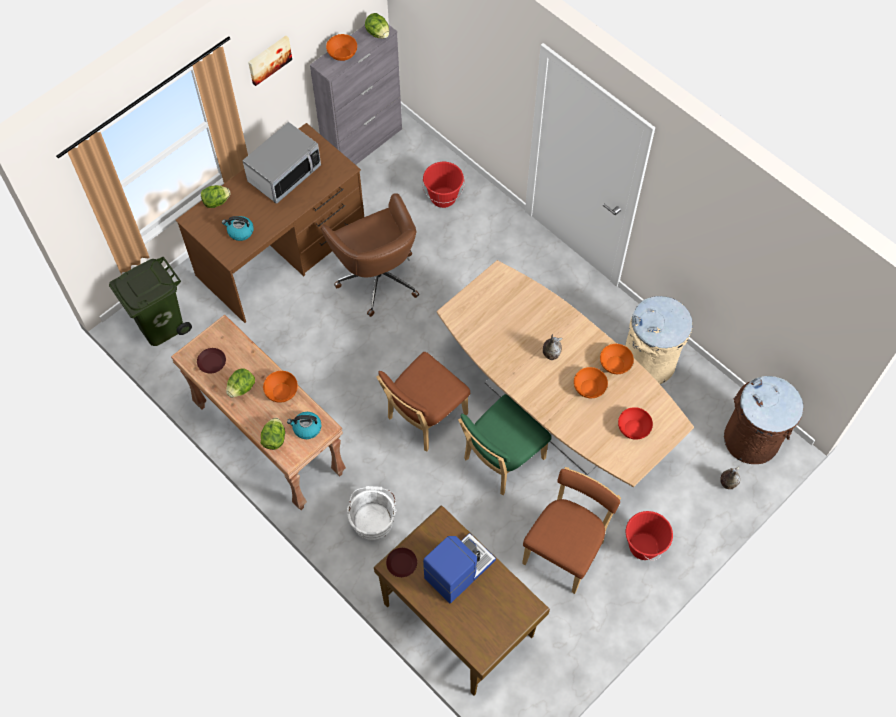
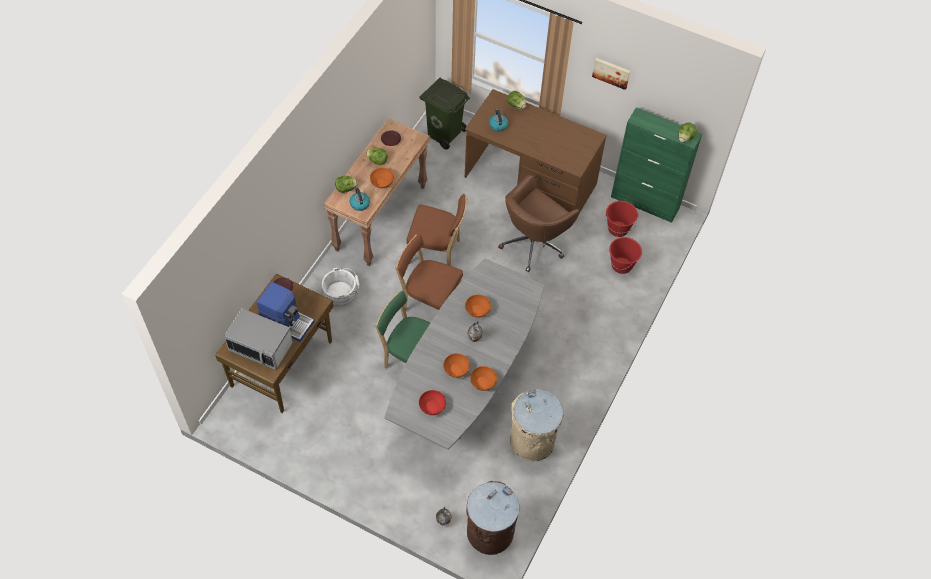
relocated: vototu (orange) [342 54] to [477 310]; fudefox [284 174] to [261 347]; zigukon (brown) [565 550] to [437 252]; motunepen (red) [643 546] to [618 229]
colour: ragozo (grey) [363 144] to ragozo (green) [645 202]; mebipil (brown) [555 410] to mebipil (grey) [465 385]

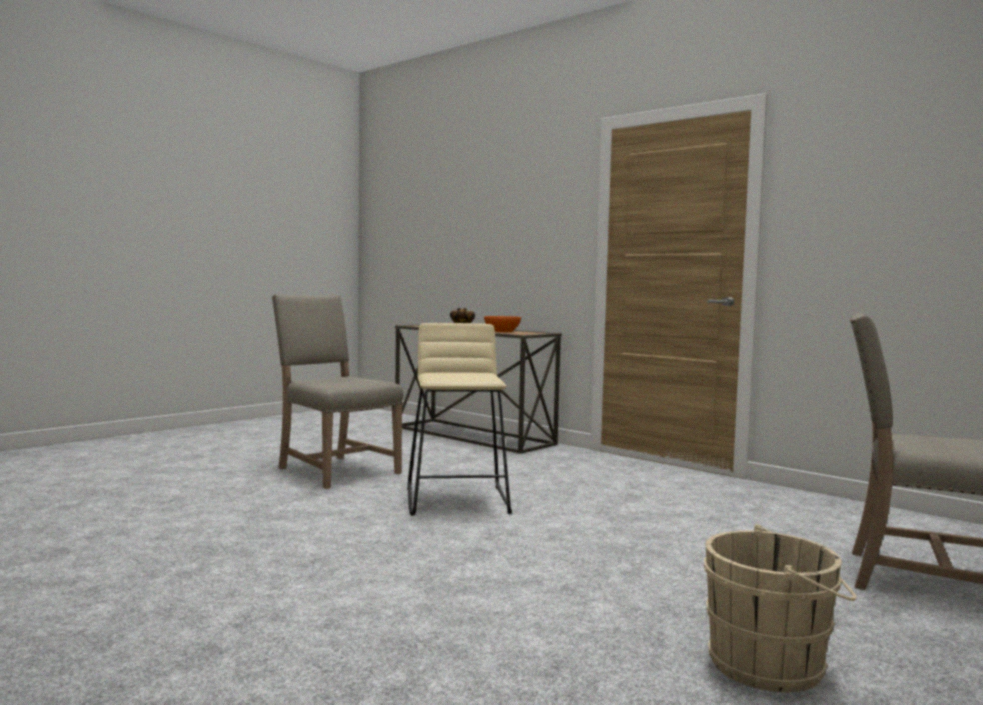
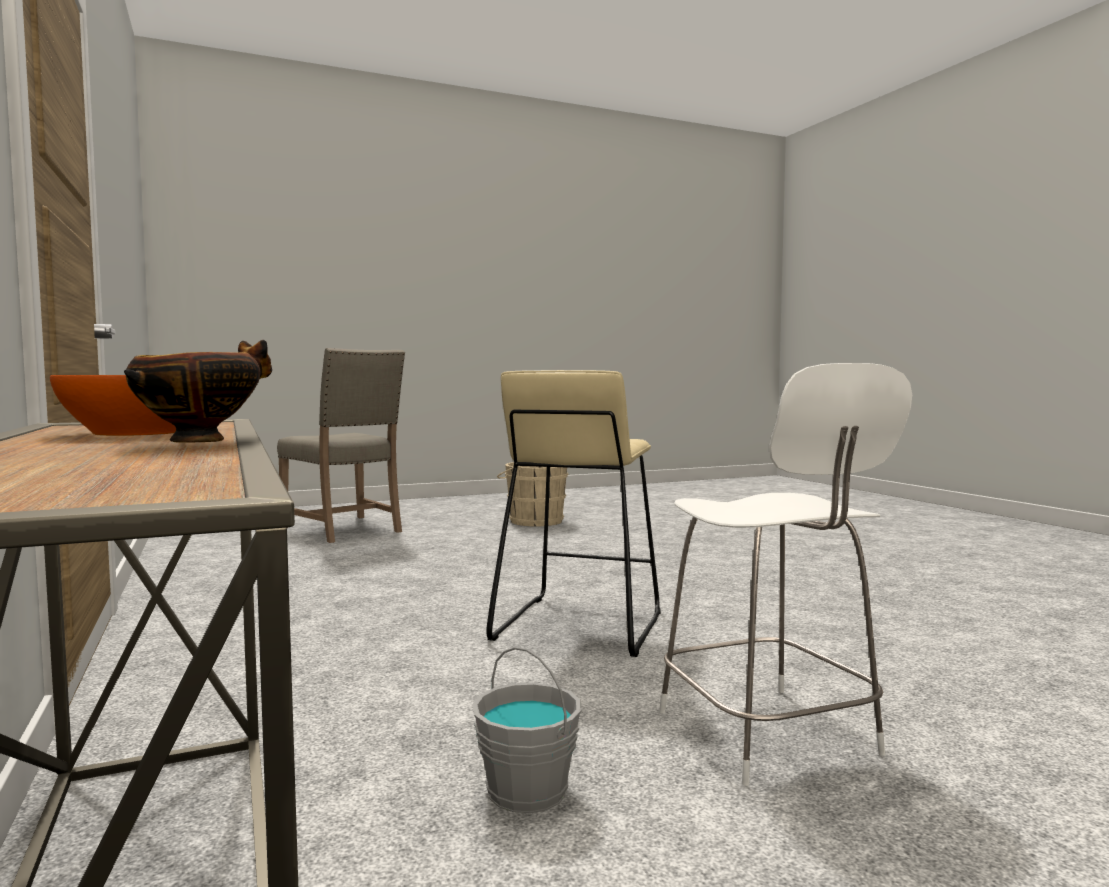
appeared: motunepen (grey) [526 791]
exchanged: zigukon (beige) [334 470] to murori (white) [770 736]

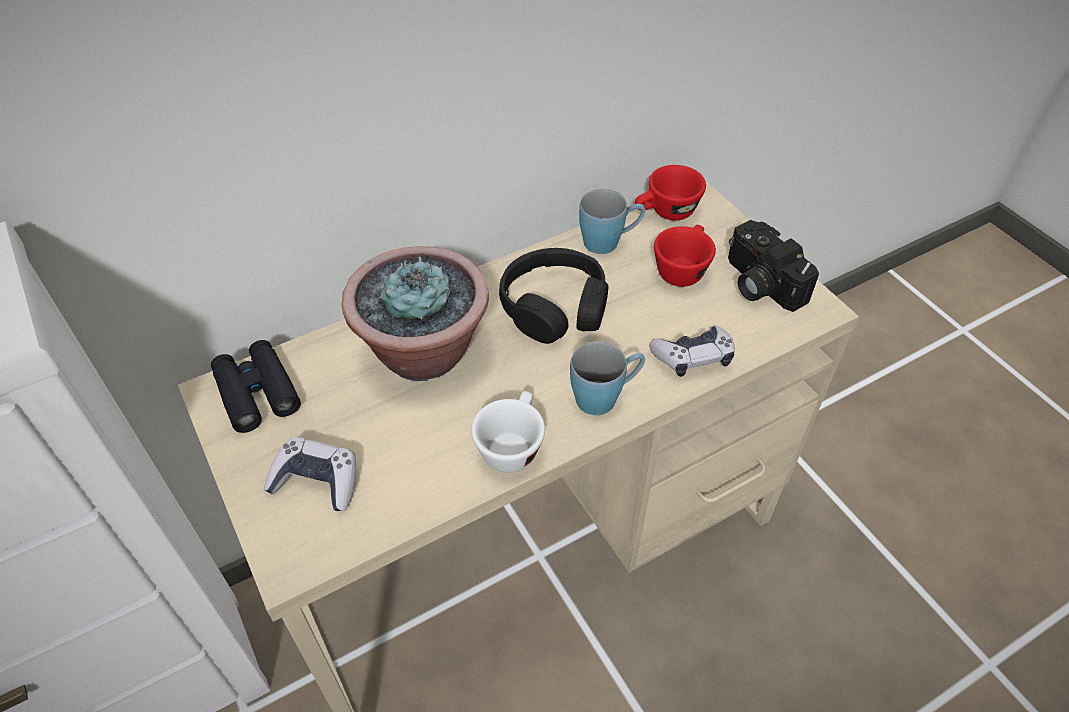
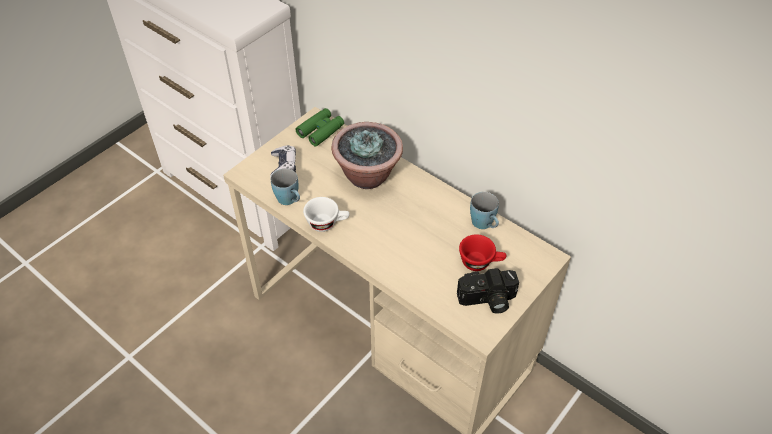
missing: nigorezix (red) [666 213]; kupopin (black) [554 307]; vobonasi [693 357]
relocated: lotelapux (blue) [605 396] to [290 200]
colour: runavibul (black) [257 392] to runavibul (green) [320 131]
spun: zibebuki [758 284] = [487 301] 135 degrees counterclockwise

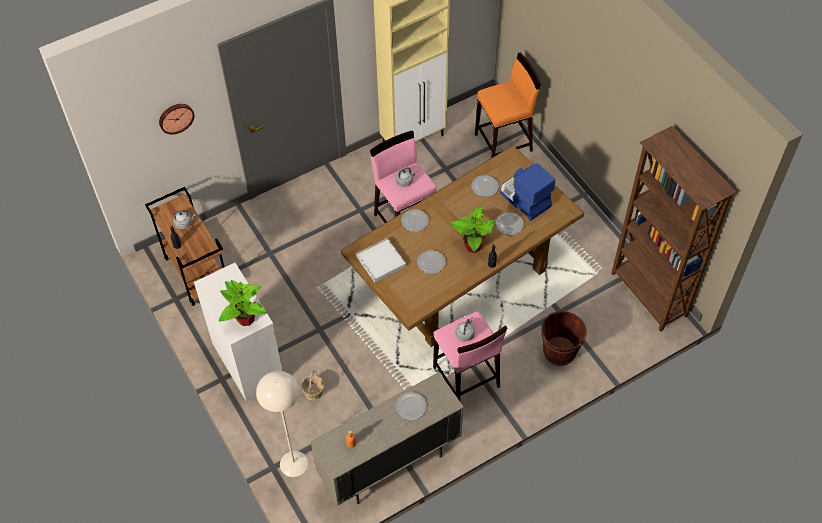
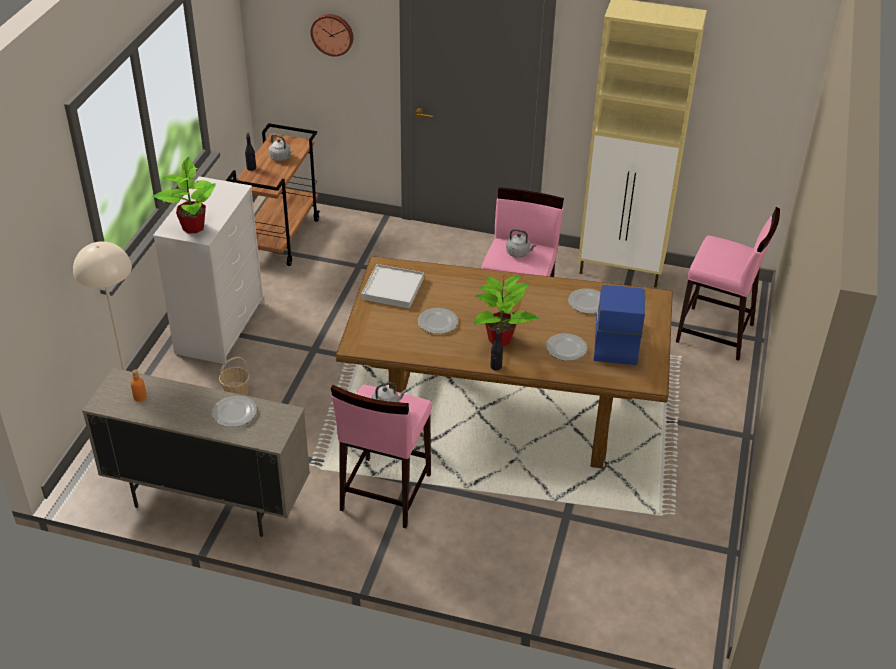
missing: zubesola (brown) [648 295]; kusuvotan [415 221]; motunepen (brown) [559 352]
colour: murori (orange) [504 143] to murori (pink) [715 334]

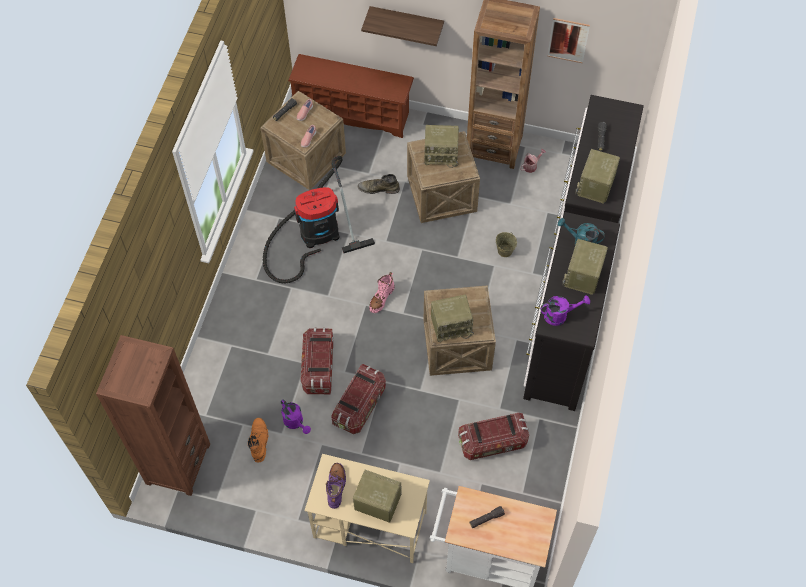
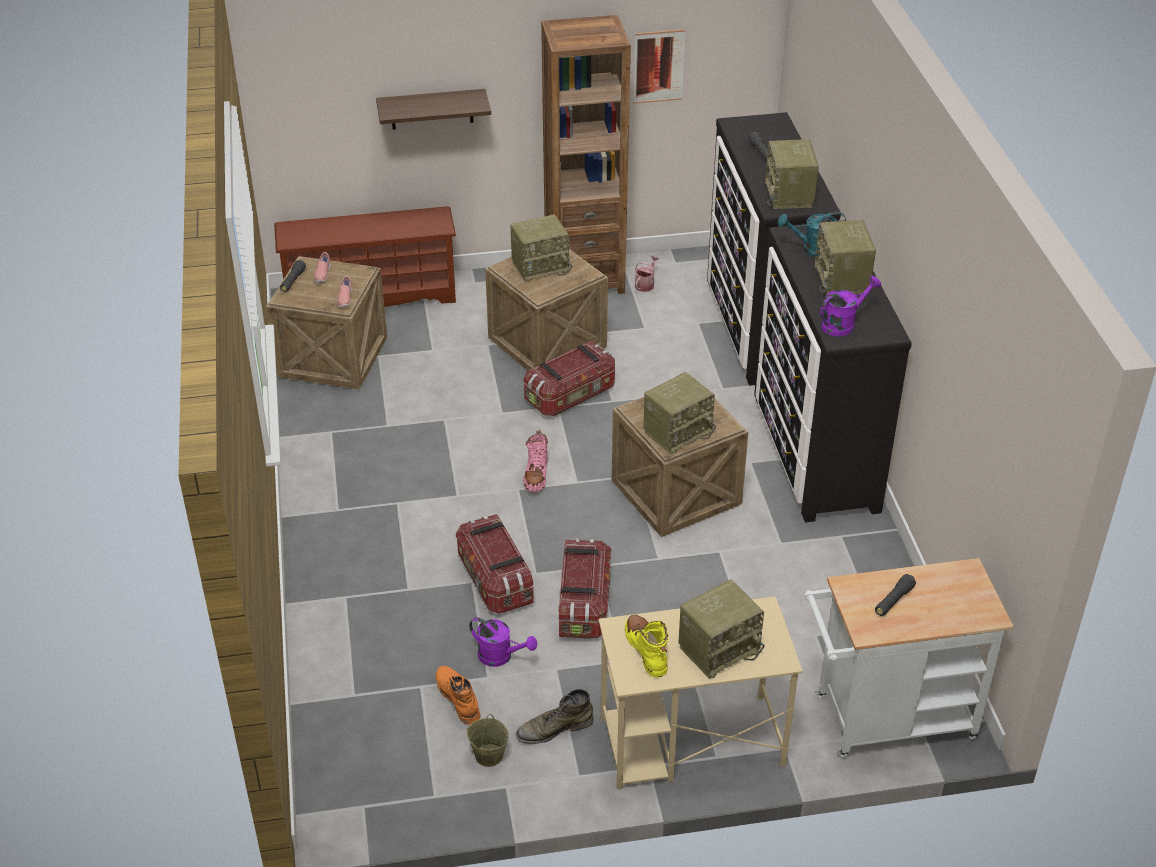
missing: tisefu [315 234]; zubesola (brown) [178 463]
relocated: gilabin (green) [378 188] to [554 728]; motunepen (beige) [504 250] to [488 755]; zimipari [493 442] to [571 396]
colour: gilabin (purple) [336 487] to gilabin (yellow) [646 650]
spun: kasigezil [376 503] = [719 648] 150 degrees clockwise

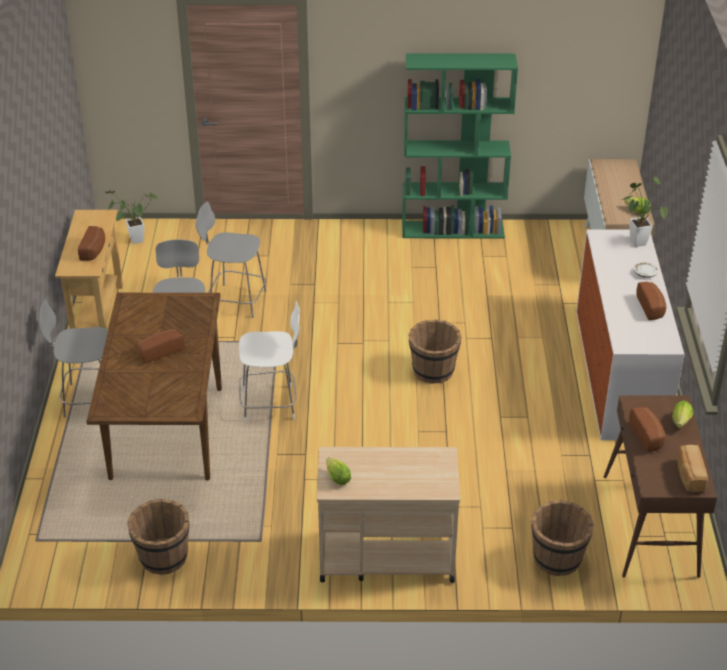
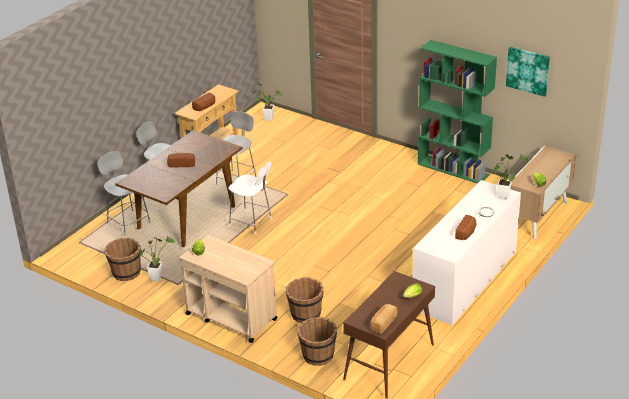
missing: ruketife [648 436]
appeared: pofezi [528 70]; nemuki [157 276]
relocated: zigukon (grey) [235 300] to [128 222]; motunepen (brown) [433 371] to [305 315]

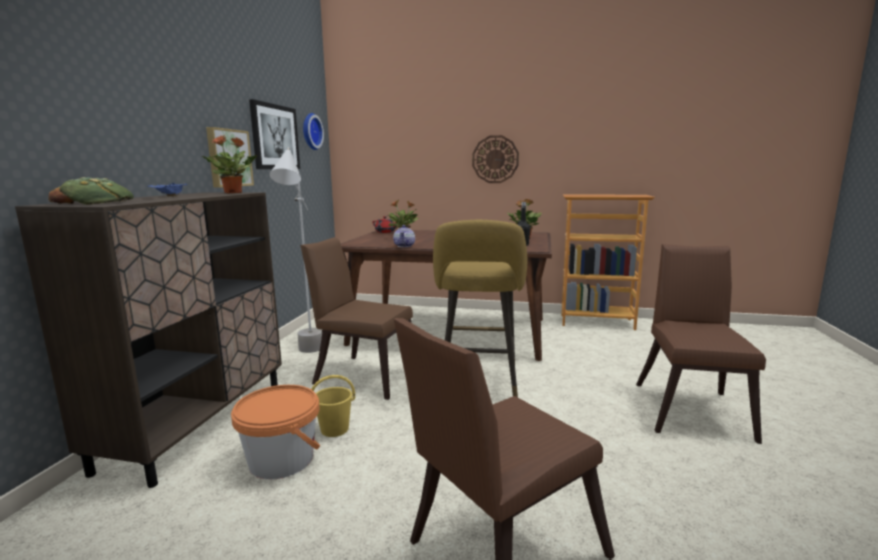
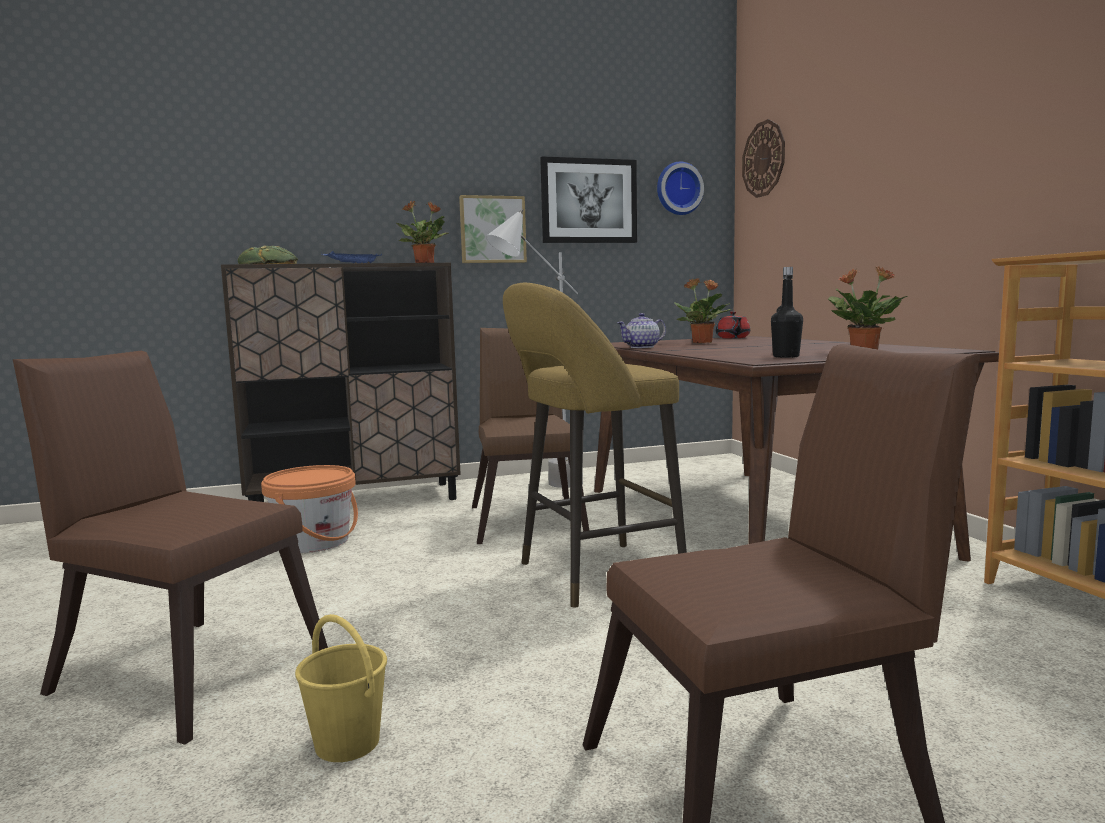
relocated: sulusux [495 159] to [764 159]; motunepen (yellow) [335 429] to [348 743]

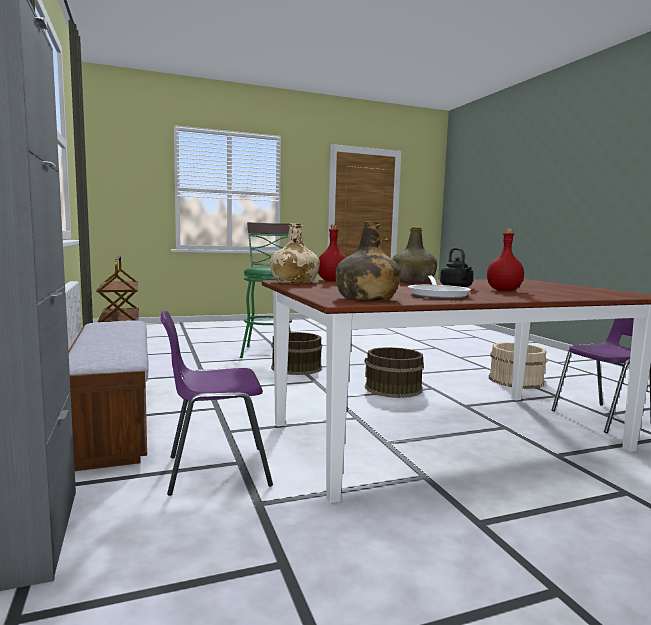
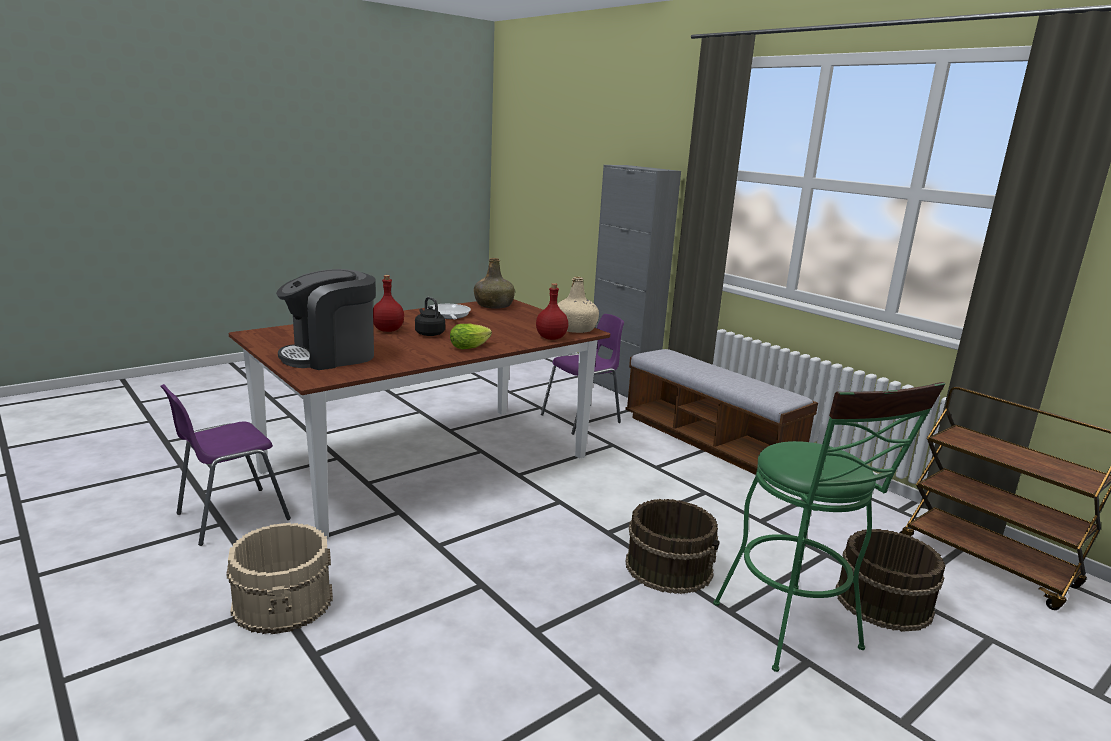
appeared: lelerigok [330 356]
relocated: motunepen (brown) [393 388] to [883 601]
exchanged: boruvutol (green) [413 281] to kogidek [472 346]

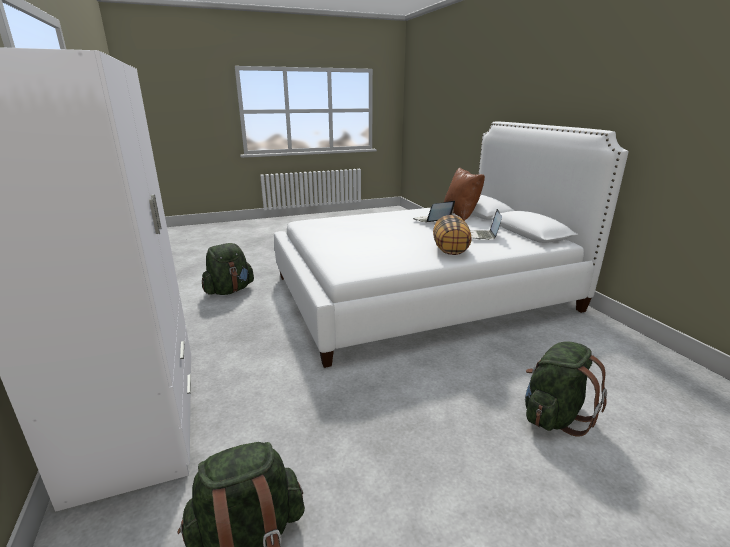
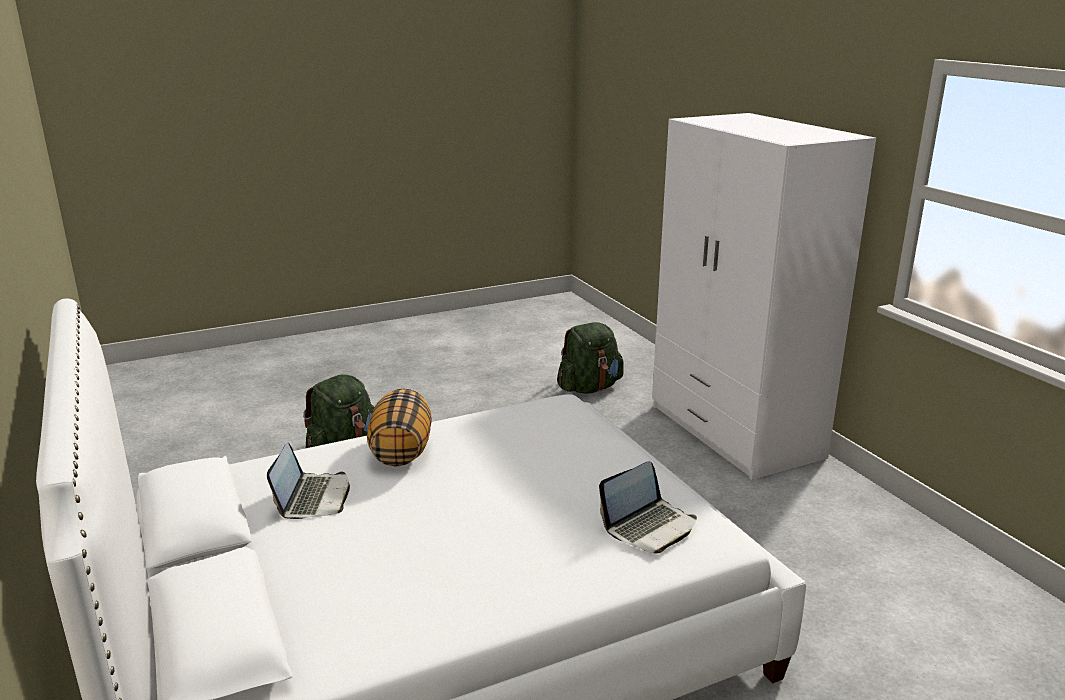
missing: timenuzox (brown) [461 214]; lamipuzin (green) [229 290]
relocated: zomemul [431 221] to [649 527]

